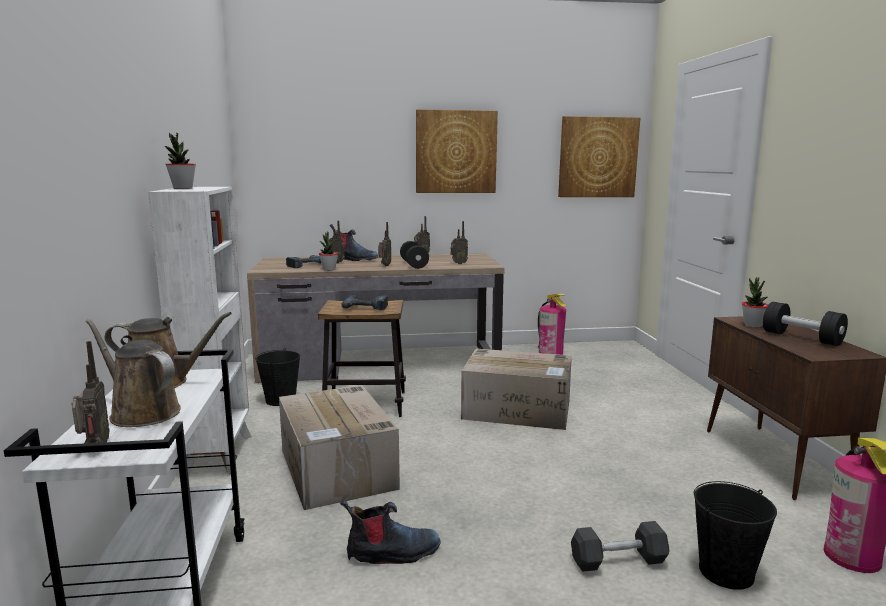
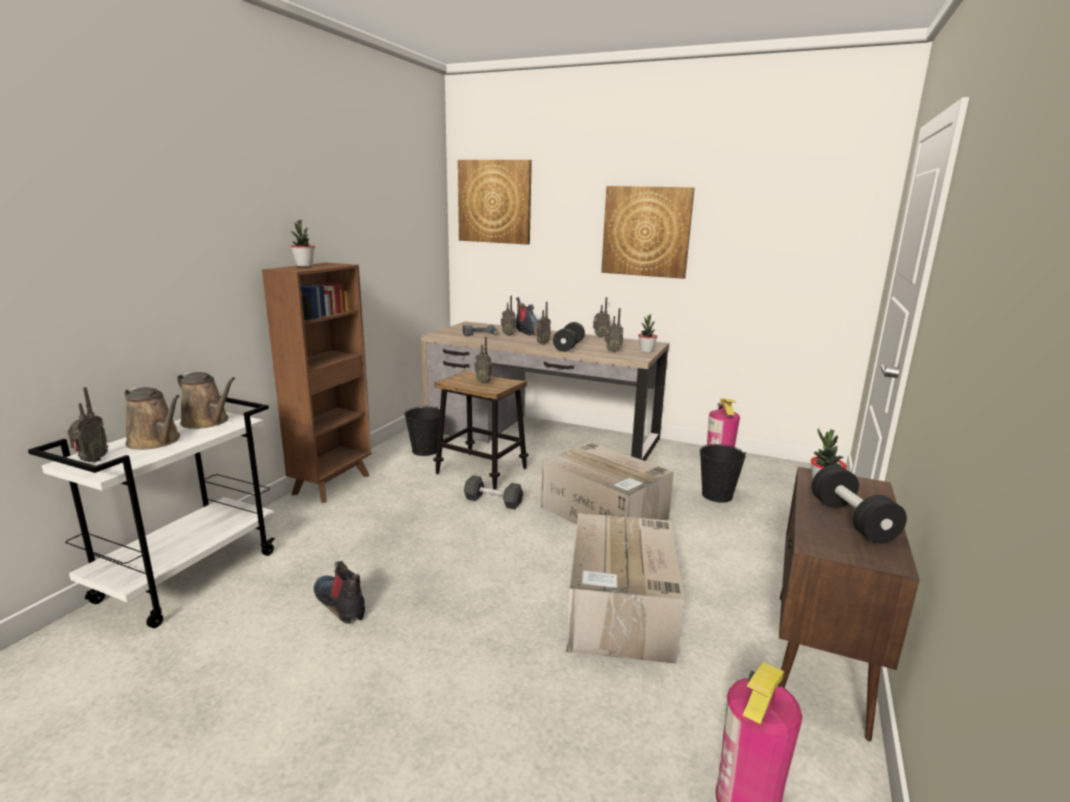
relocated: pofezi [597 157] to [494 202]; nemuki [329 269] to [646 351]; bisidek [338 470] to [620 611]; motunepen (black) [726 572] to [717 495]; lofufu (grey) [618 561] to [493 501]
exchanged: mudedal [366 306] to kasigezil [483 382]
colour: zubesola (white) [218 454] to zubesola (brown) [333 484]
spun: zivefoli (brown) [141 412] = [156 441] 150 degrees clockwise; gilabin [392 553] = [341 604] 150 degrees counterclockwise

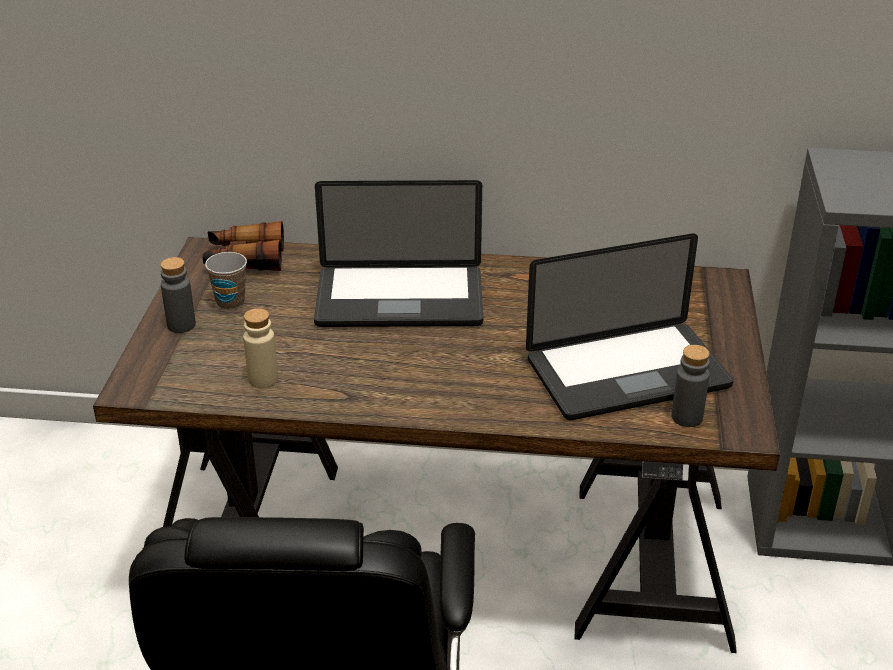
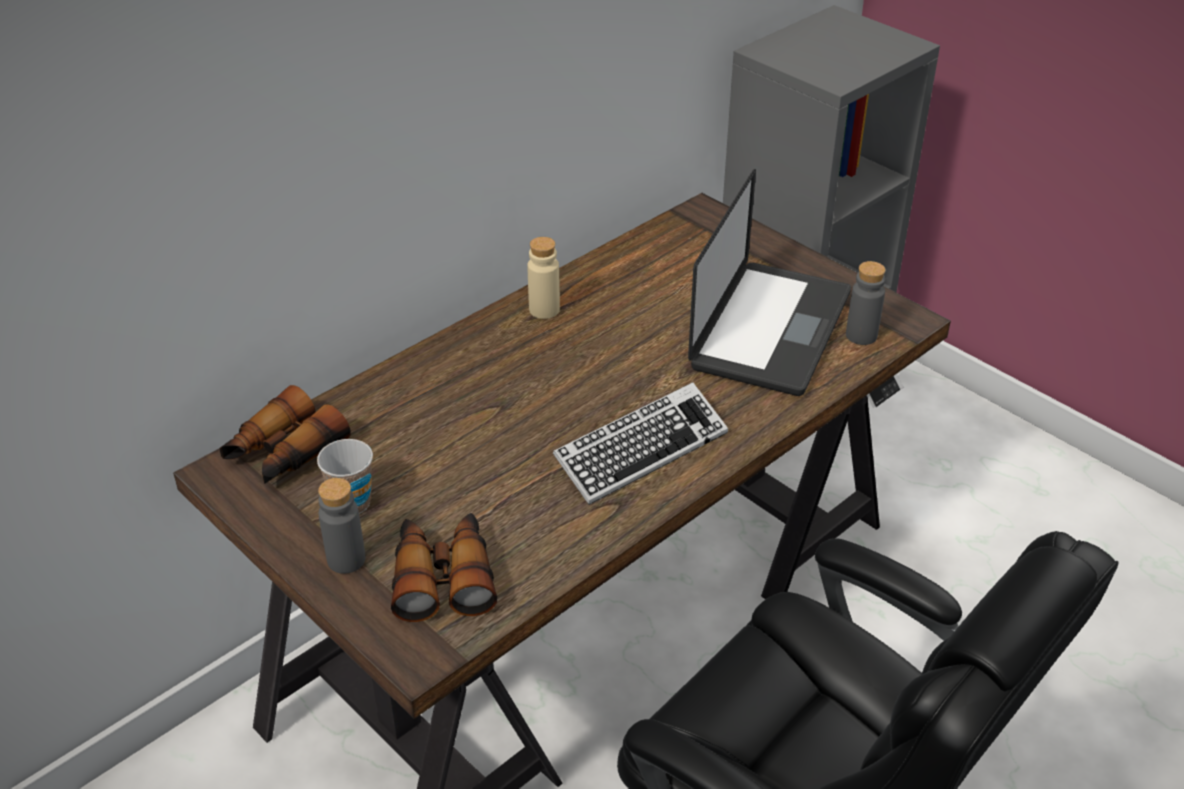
missing: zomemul [399 299]
appeared: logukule [641 451]; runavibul [443 576]
relocated: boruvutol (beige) [263 379] to [544 310]

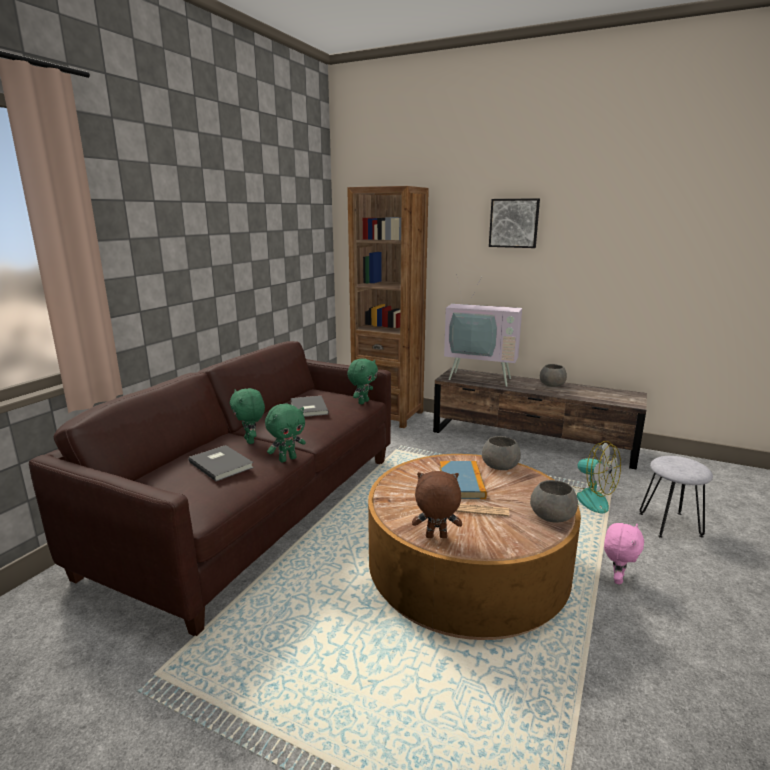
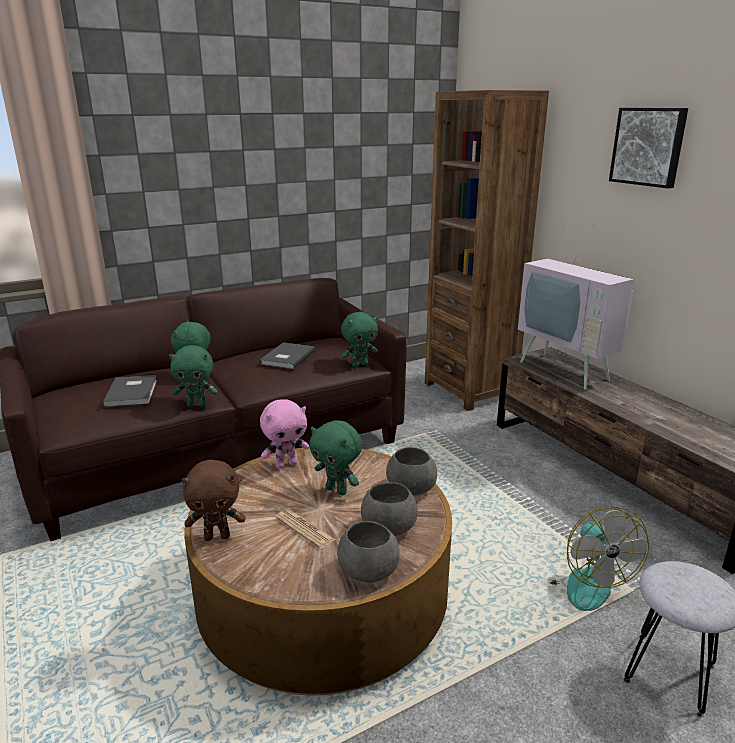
relocated: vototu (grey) [551 385] to [387 527]; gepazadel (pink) [617 578] to [286 464]
exchanged: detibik [461 482] to gepazadel (green) [337 490]
spun: gepazadel (brown) [436 537] = [217 536] 135 degrees clockwise

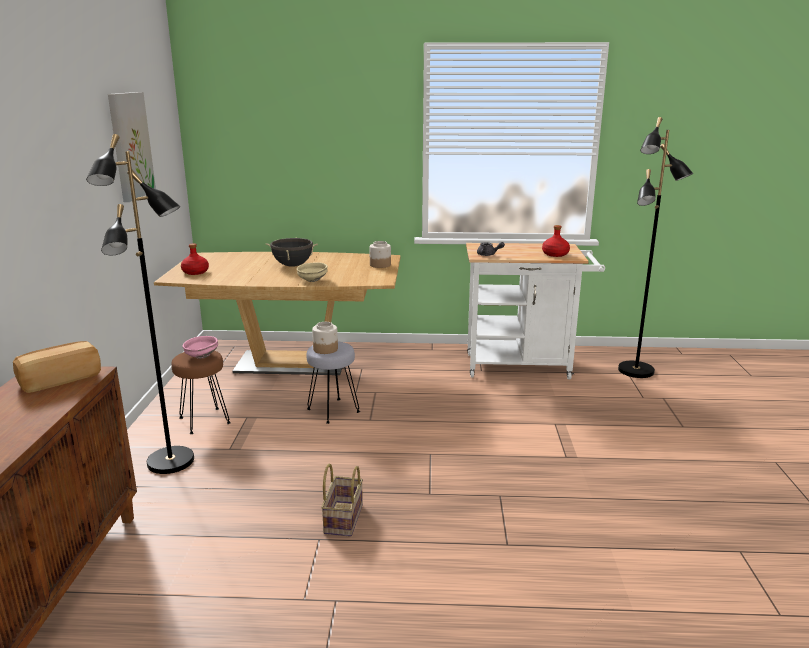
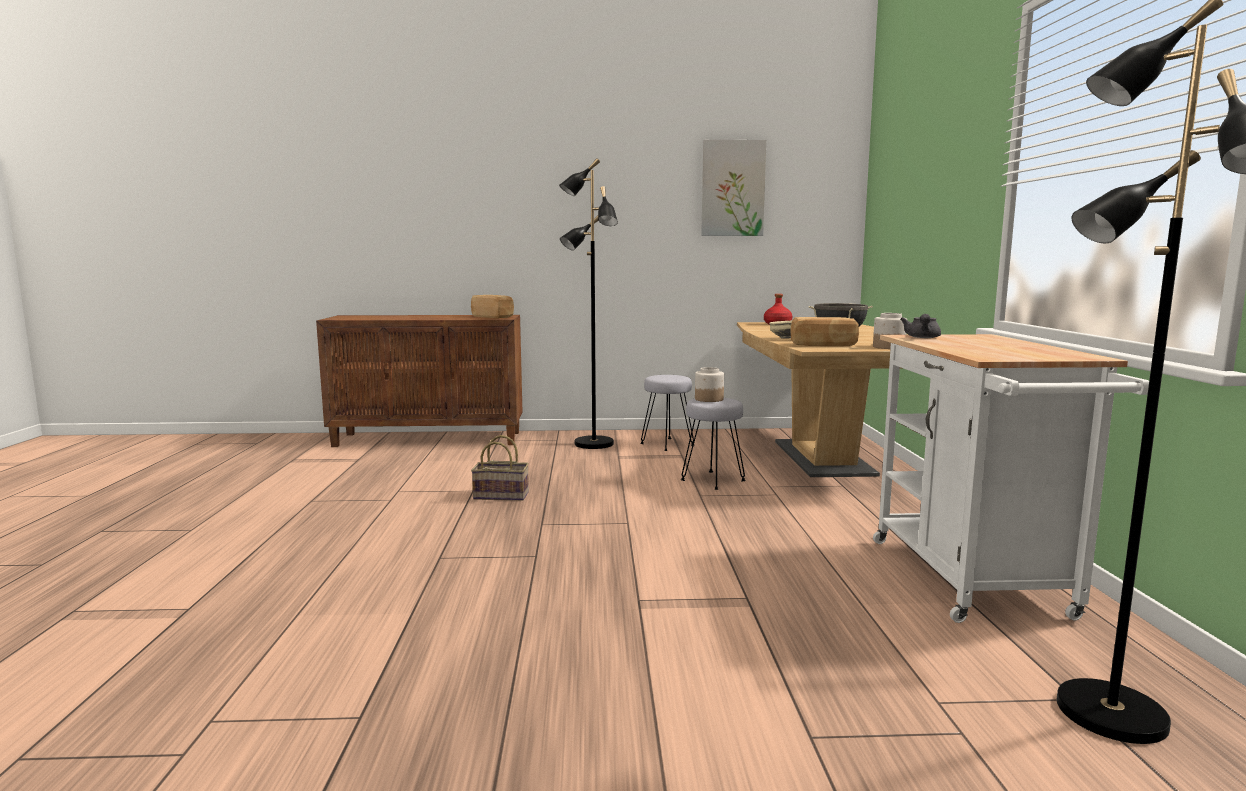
missing: boruvutol (red) [555 254]; vototu (pink) [201 356]
appeared: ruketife [823 345]
colour: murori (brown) [203 421] to murori (grey) [667 444]

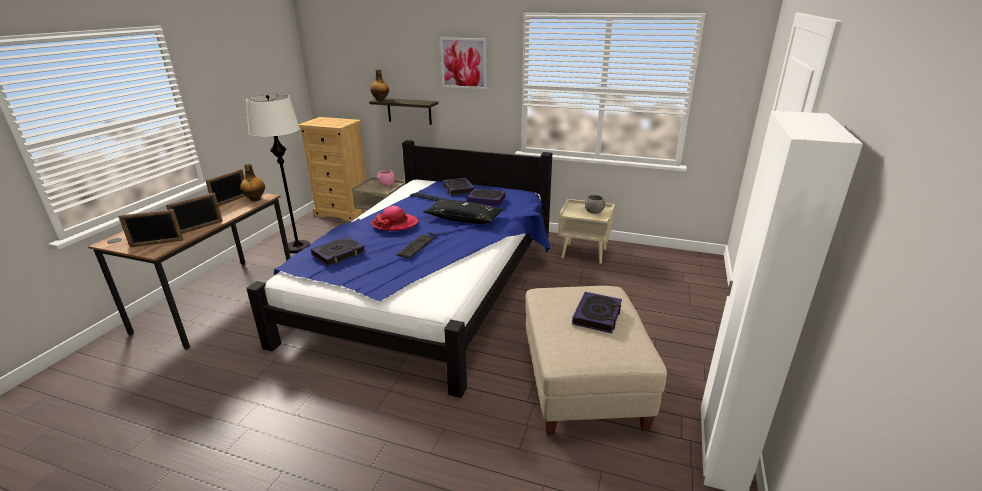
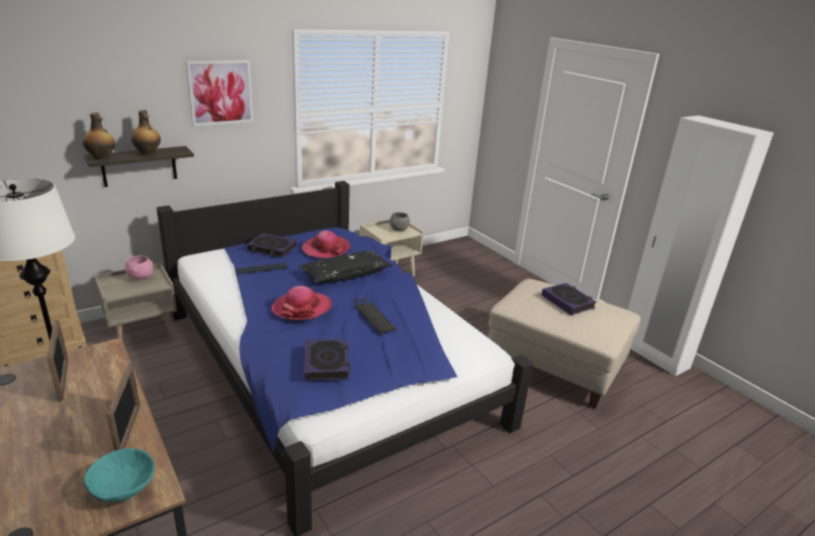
relocated: boruvutol [255 199] to [147 154]
exchanged: detibik [486 200] to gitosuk [326 249]; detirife [156 243] to vototu (turquoise) [123 486]

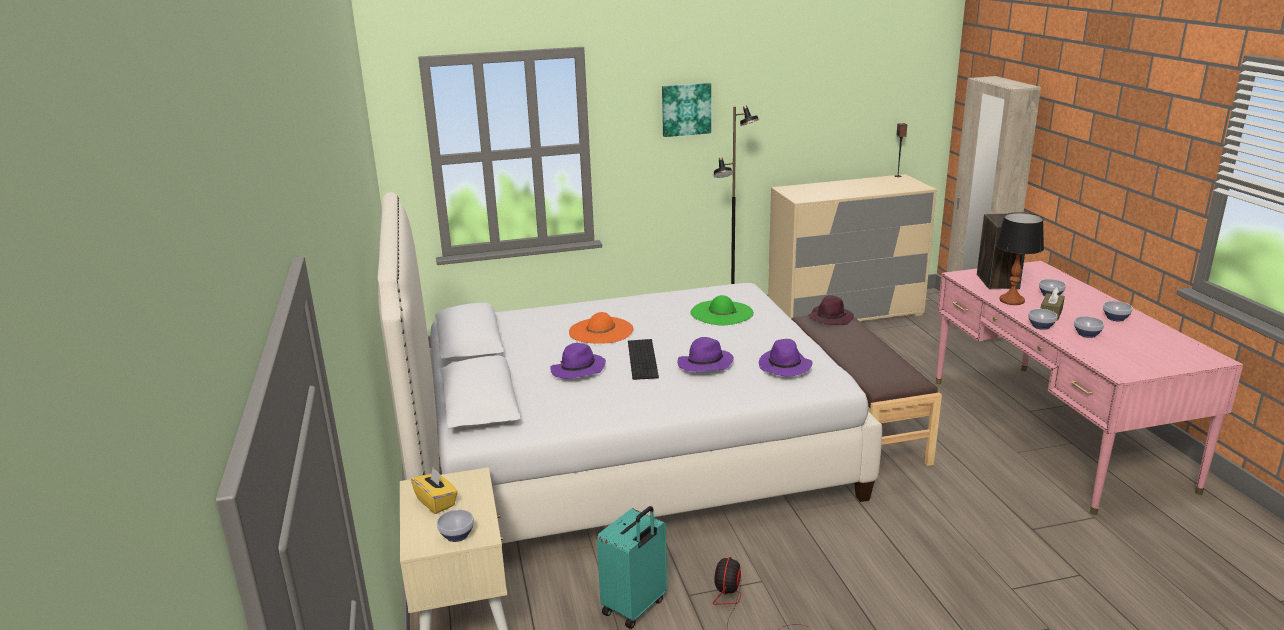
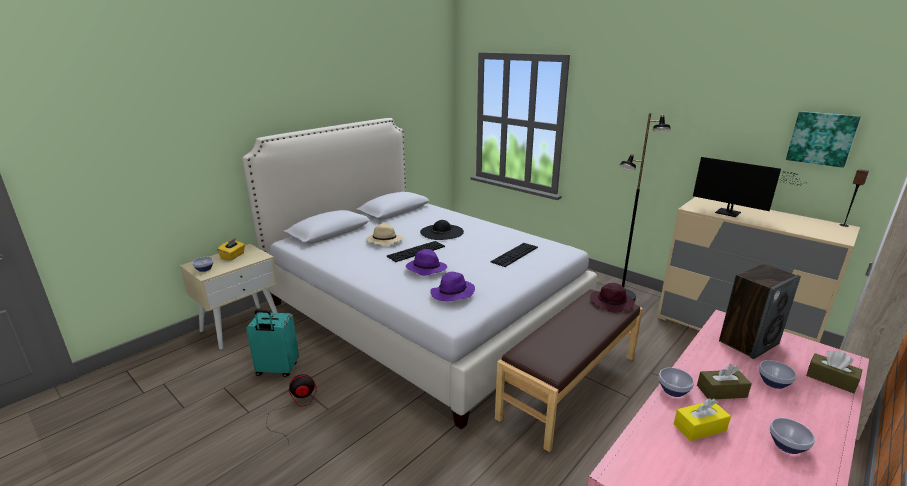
missing: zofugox [1011 300]
appeared: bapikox [731 213]; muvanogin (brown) [831 379]
relocated: pofezi [686 109] to [821 138]
exchanged: gitosuk (green) [721 313] to logukule [514 254]; vototu [1086 334] to muvanogin (yellow) [699 427]
colour: gitosuk (orange) [601 331] to gitosuk (black) [441 232]; gitosuk (purple) [578 370] to gitosuk (beige) [384 241]

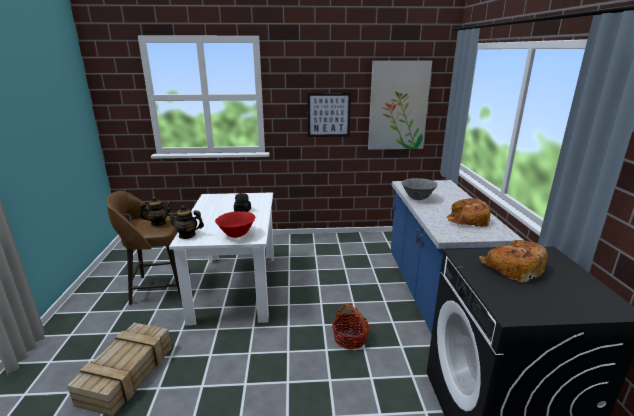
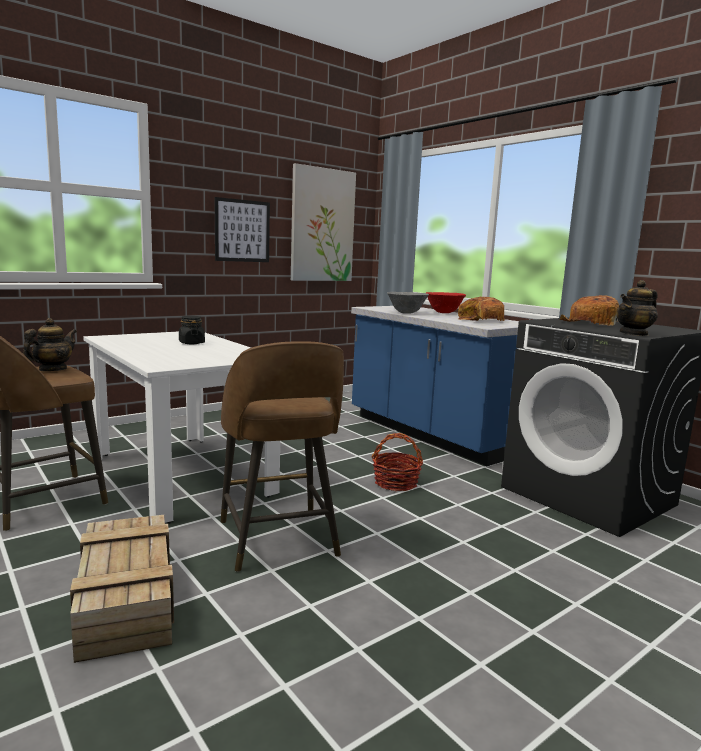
appeared: murori (brown) [278 540]
relocated: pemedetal [187 235] to [634 334]; vototu (red) [236 235] to [444 313]

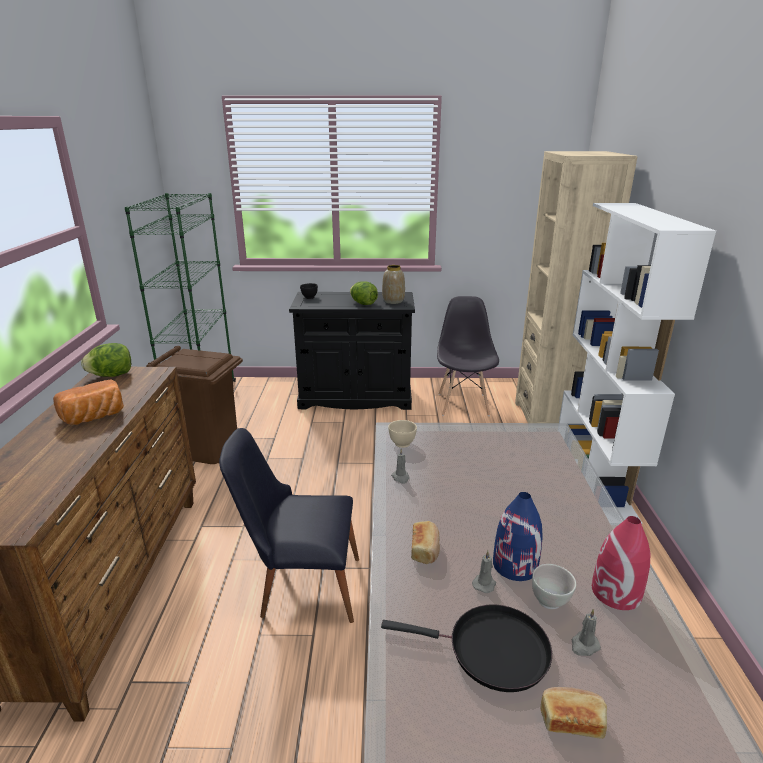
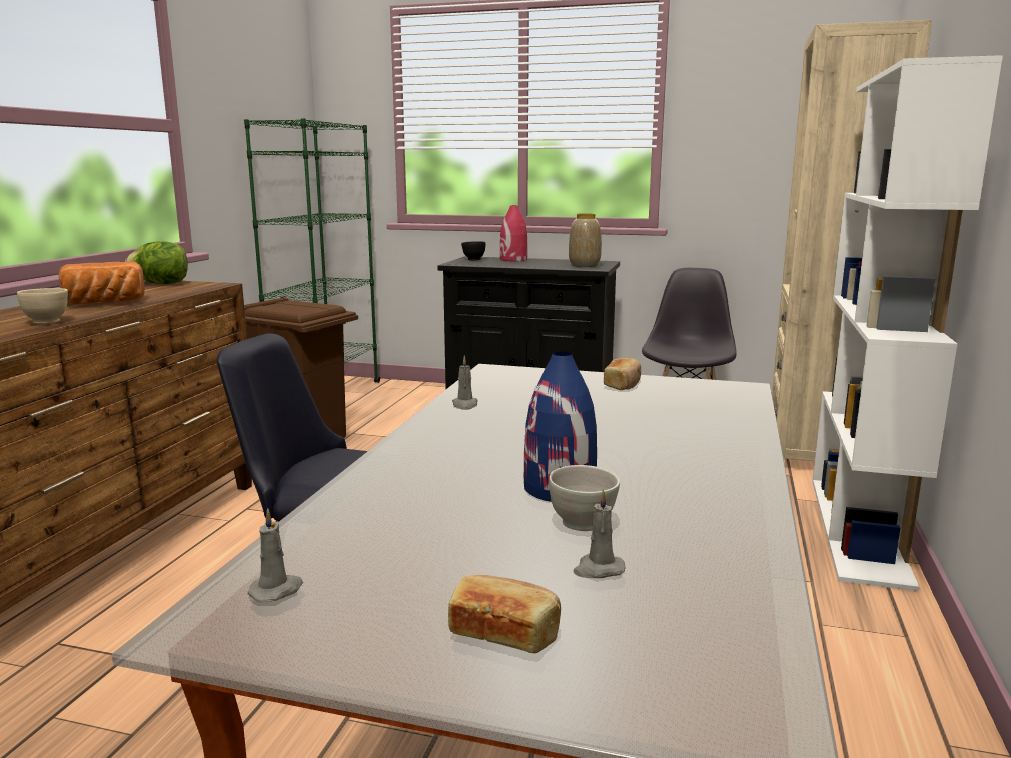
missing: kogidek [363 304]; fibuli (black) [491 650]
relocated: vototu (beige) [402 443] to [47 322]; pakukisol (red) [616 592] to [513 259]; ruketife [425 549] to [623 384]; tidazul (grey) [484 583] to [277 590]

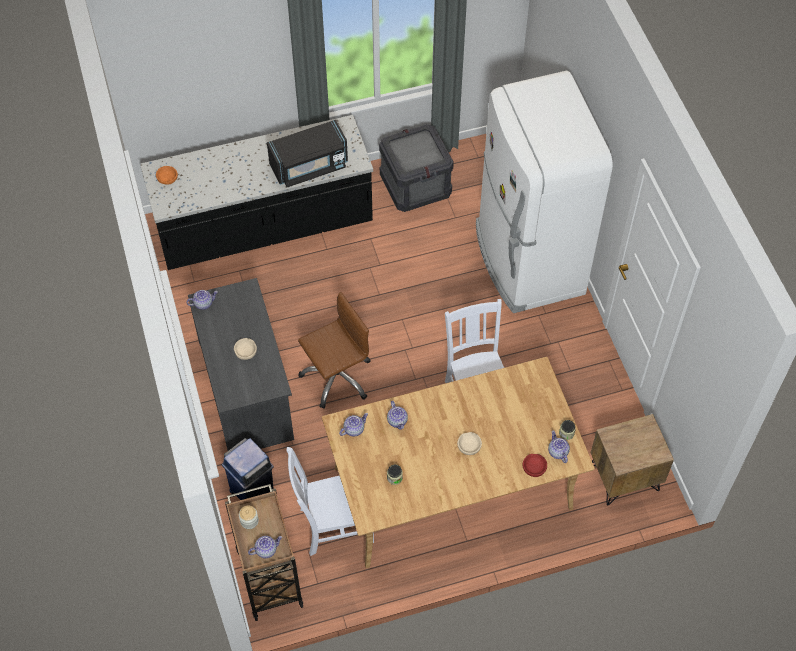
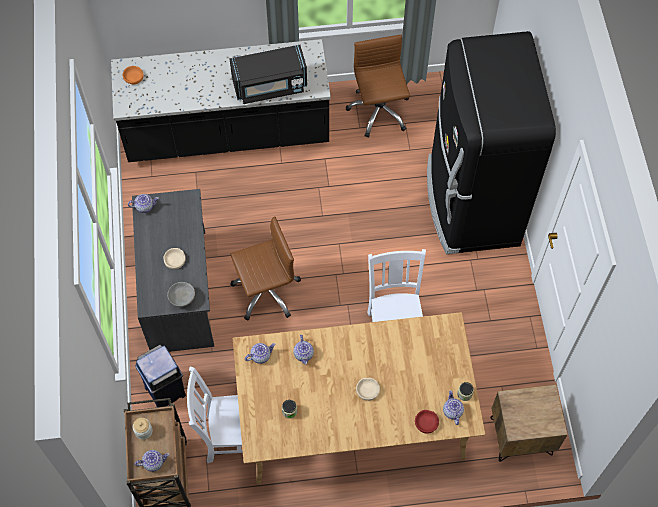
appeared: vototu (grey) [182 298]
exchanged: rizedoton [416 185] to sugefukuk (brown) [378 111]
colour: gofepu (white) [527 260] to gofepu (black) [471 203]

